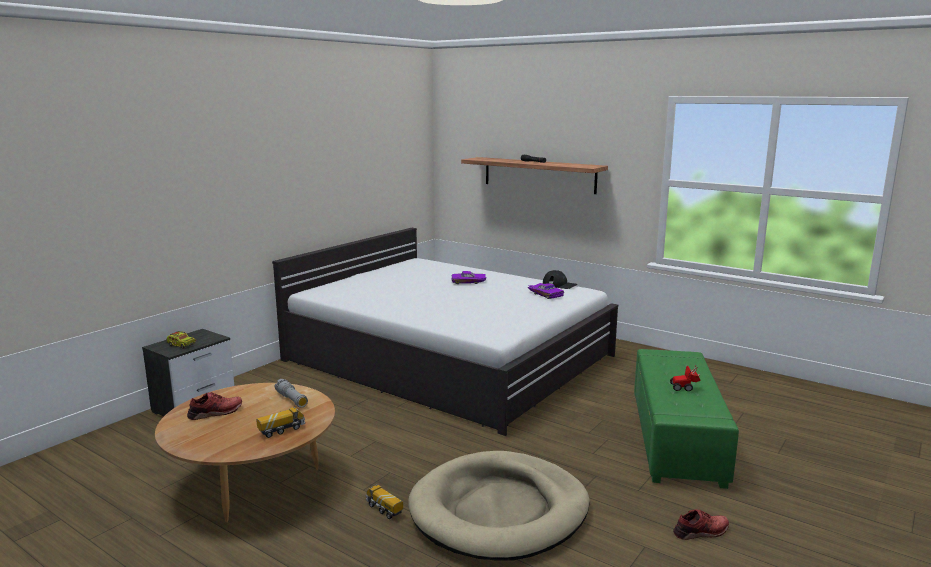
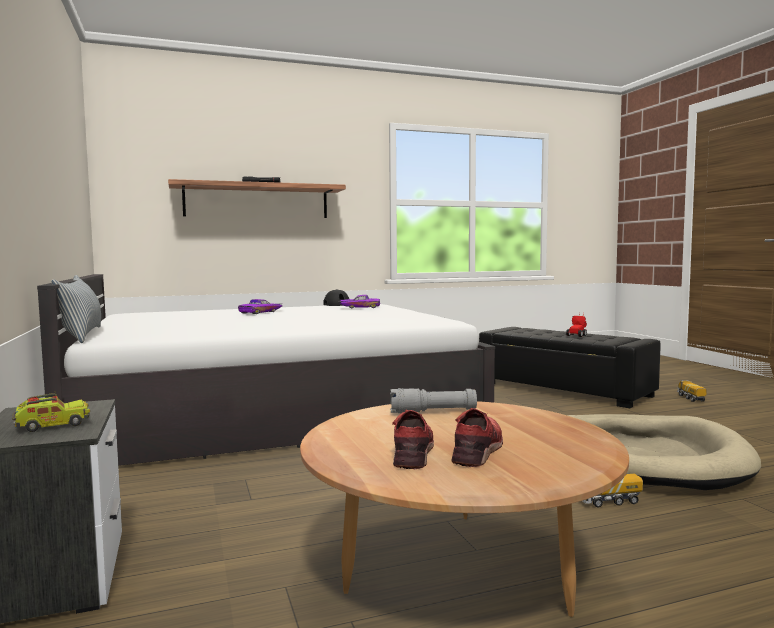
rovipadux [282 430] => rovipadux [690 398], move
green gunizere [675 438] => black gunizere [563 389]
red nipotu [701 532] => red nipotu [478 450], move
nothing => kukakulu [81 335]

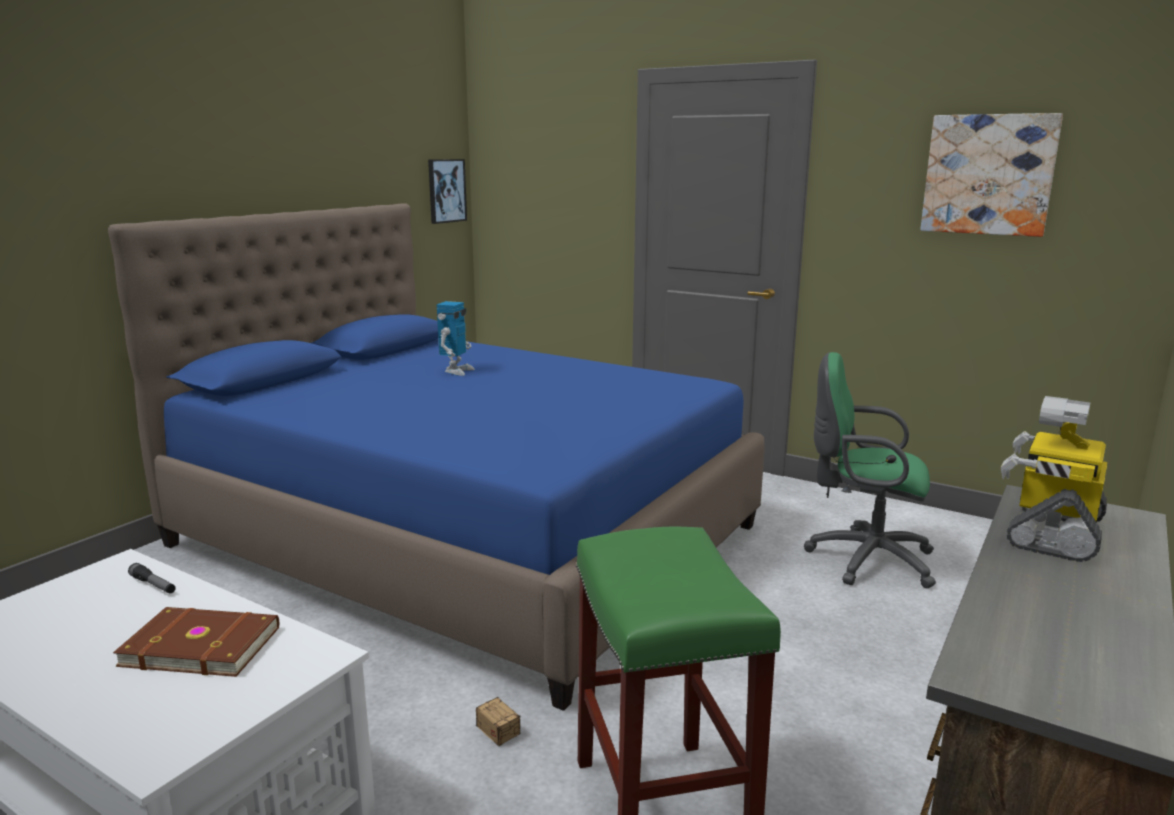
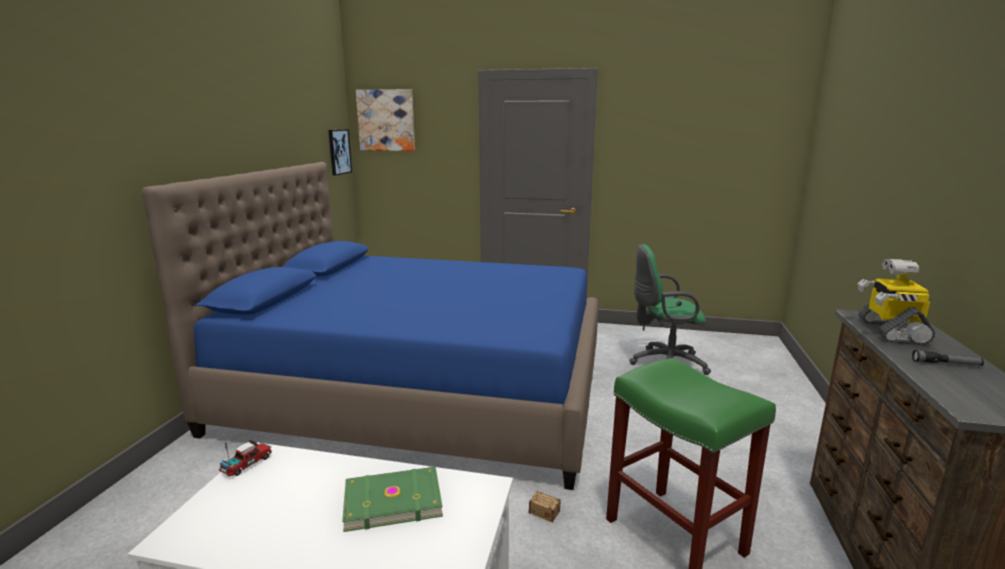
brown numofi [201 645] => green numofi [392 500]
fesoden [153 585] => fesoden [946 364], move
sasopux [456 371] => nothing
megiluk [988 174] => megiluk [386 120], move
nothing => rovipadux [247 464]

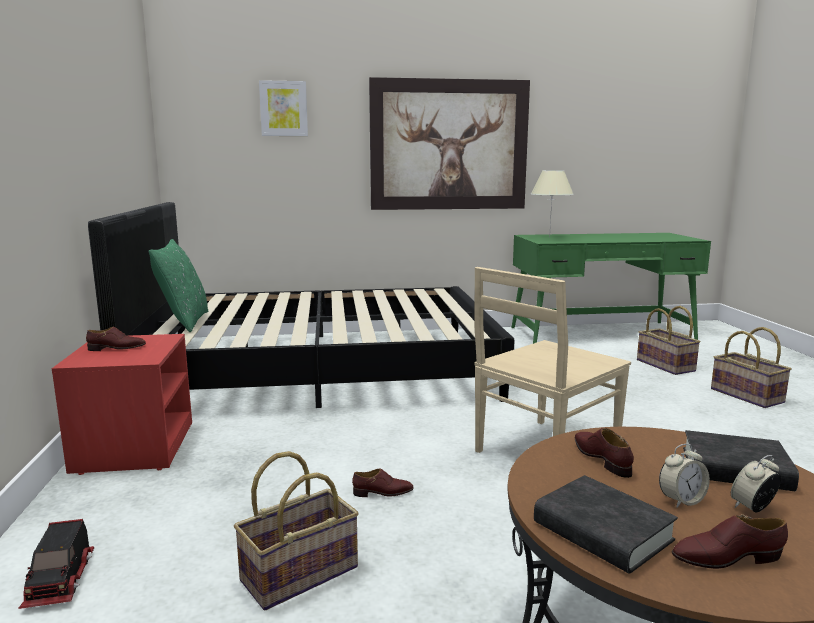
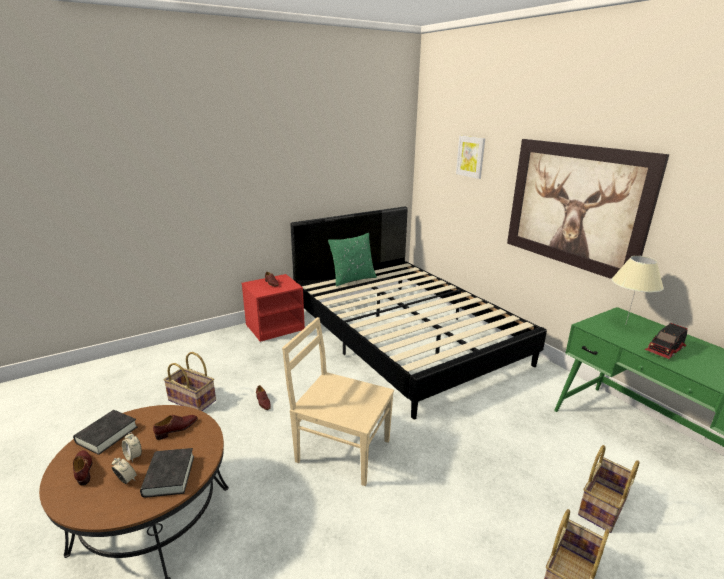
rovipadux [62 581] => rovipadux [665 350], move

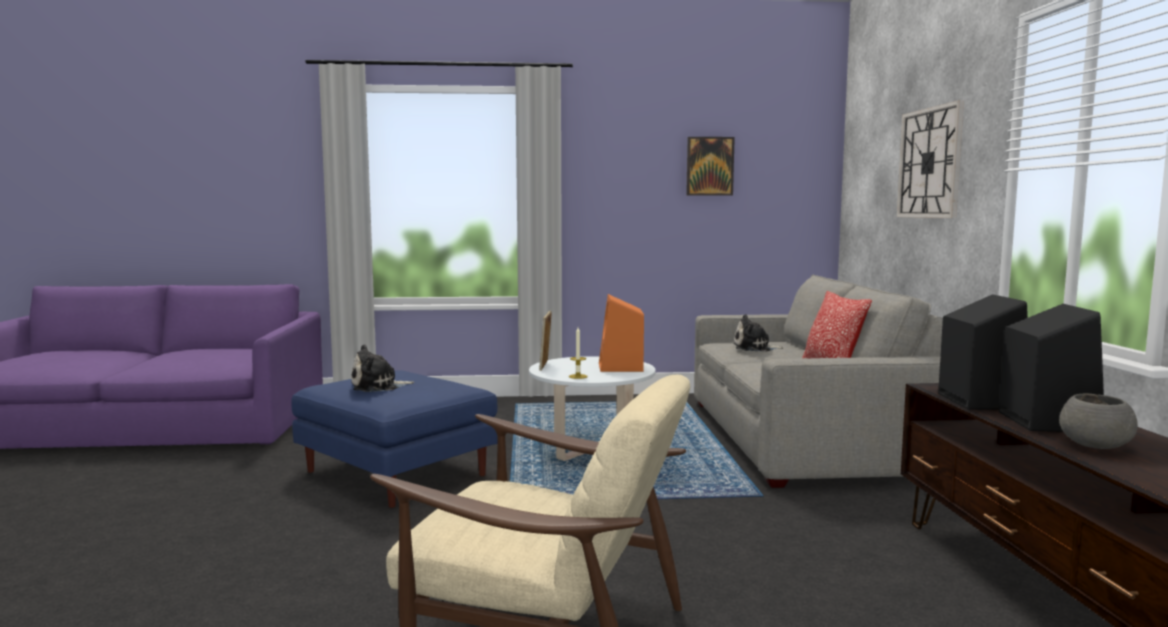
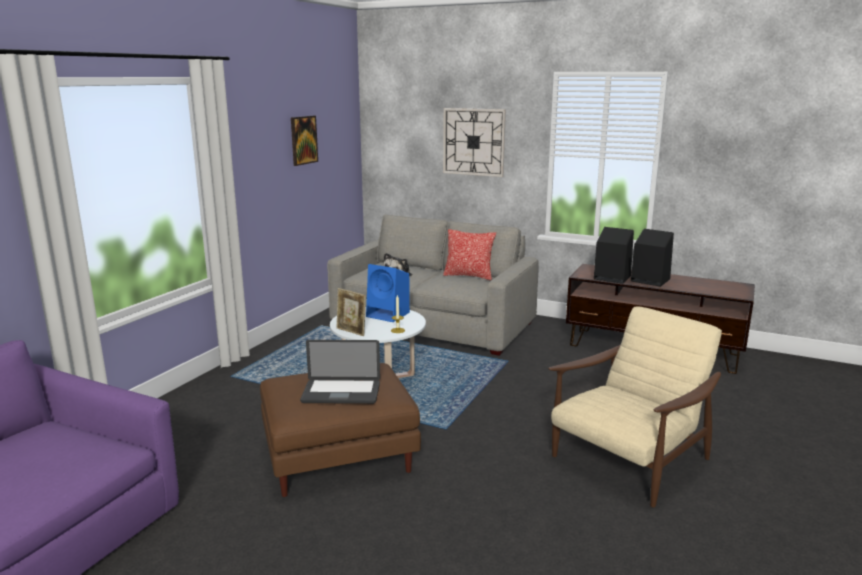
blue gunizere [398 473] => brown gunizere [340 457]
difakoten [378 387] => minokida [341 393]
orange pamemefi [621 367] => blue pamemefi [389 314]
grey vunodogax [1094 445] => nothing

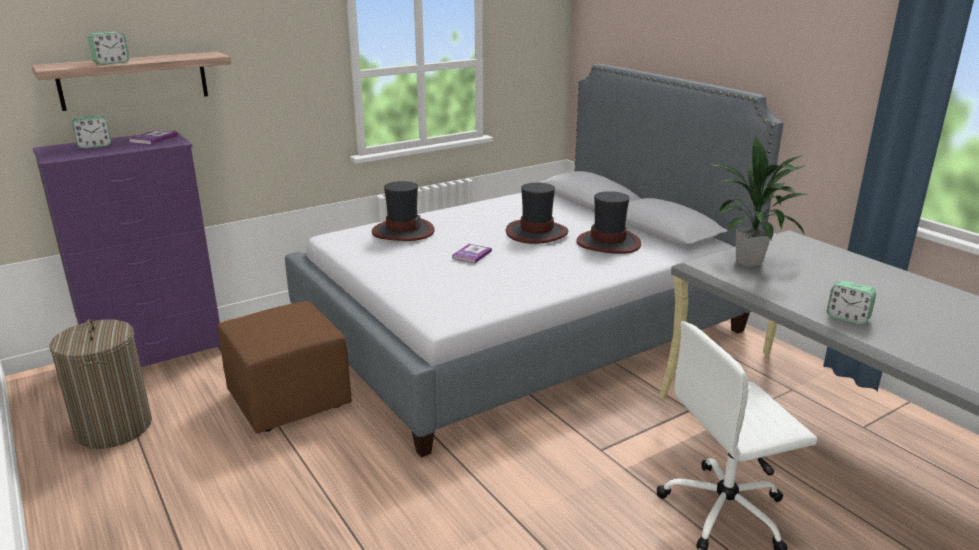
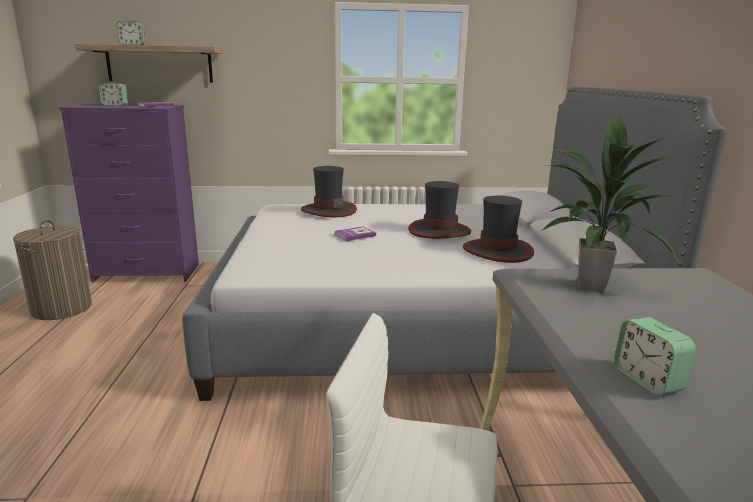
brown gunizere [290 401] => nothing

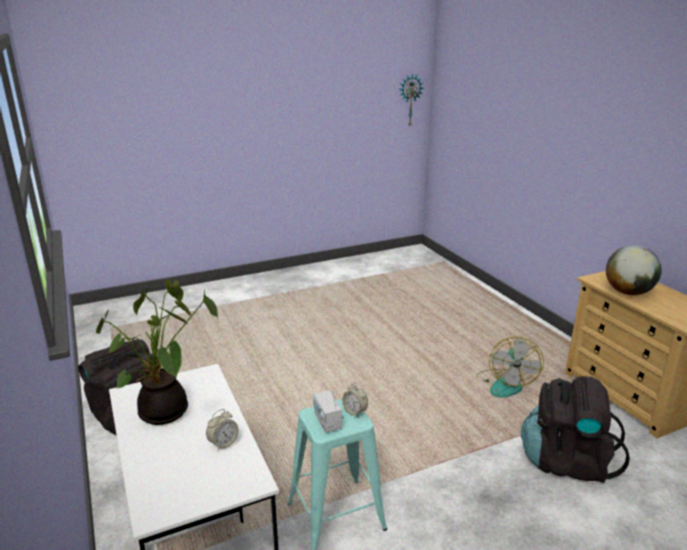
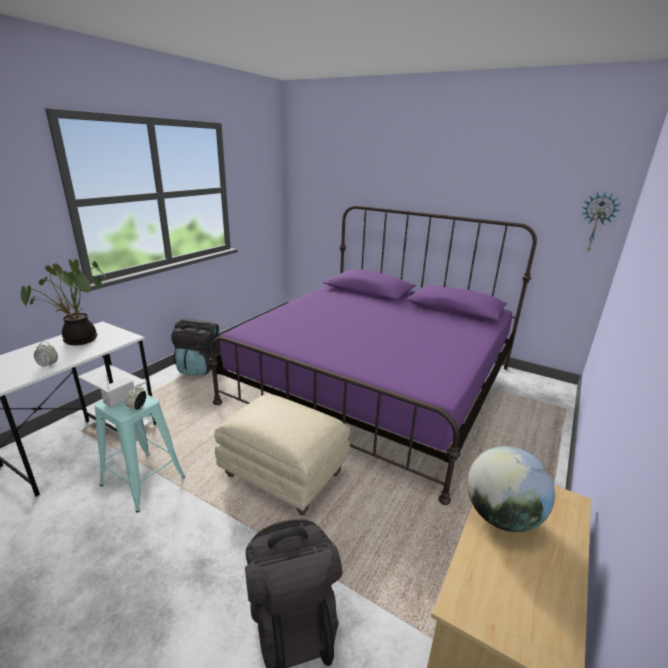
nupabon [505 383] => nothing
nothing => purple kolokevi [374 384]
nothing => beige gunizere [285 475]

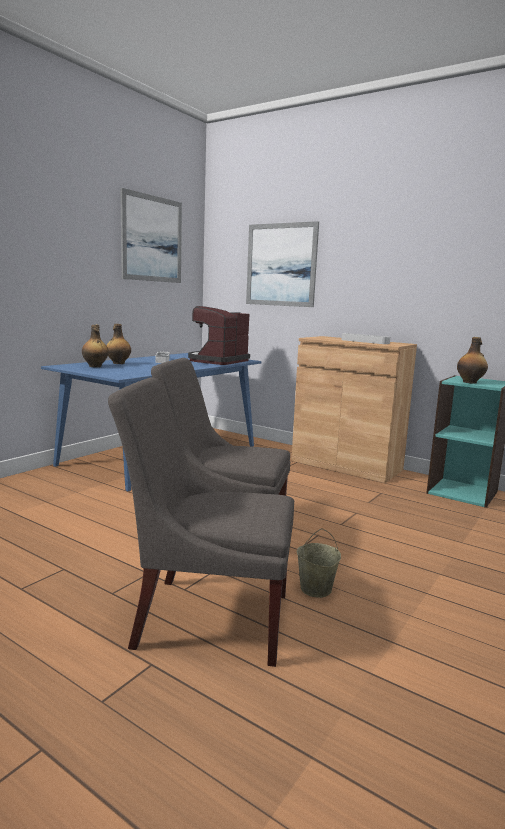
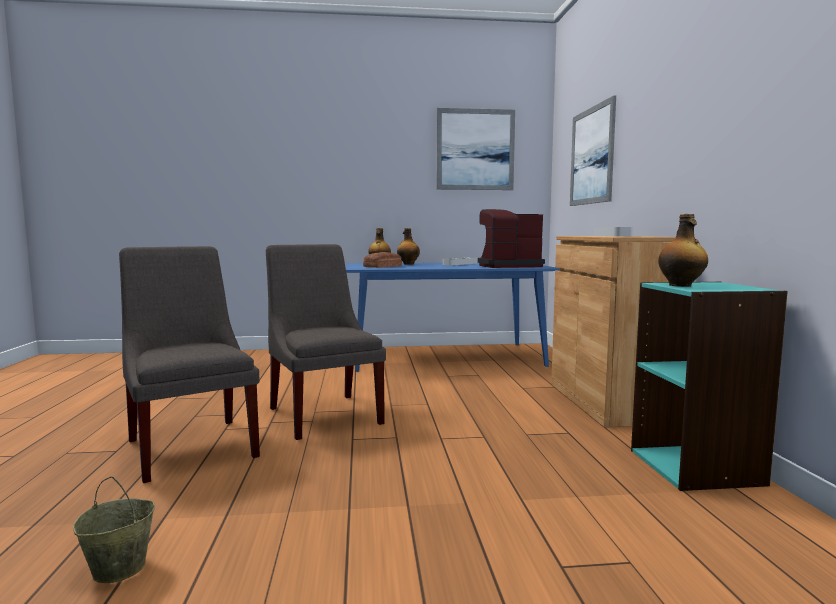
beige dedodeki [316 589] => beige dedodeki [118 569], move
nothing => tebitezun [383 266]

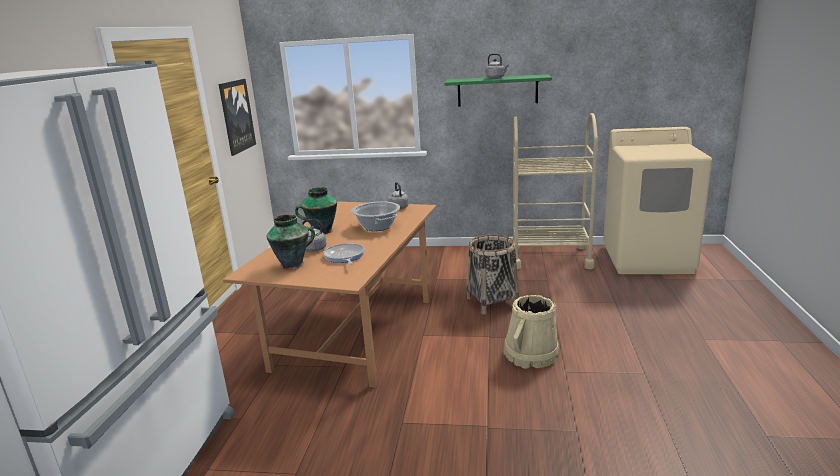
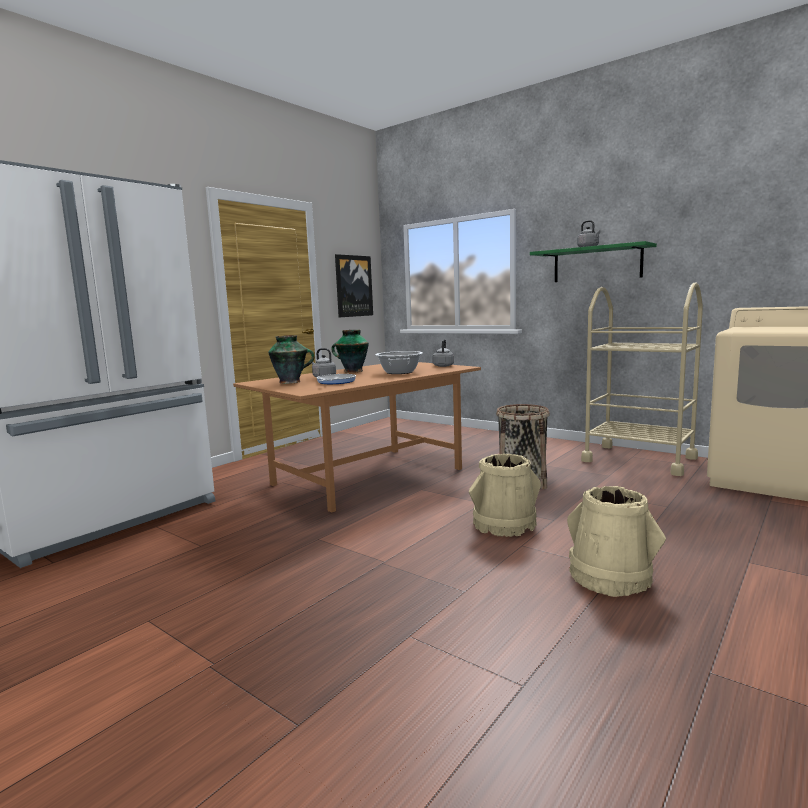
nothing => beige dedodeki [610 577]

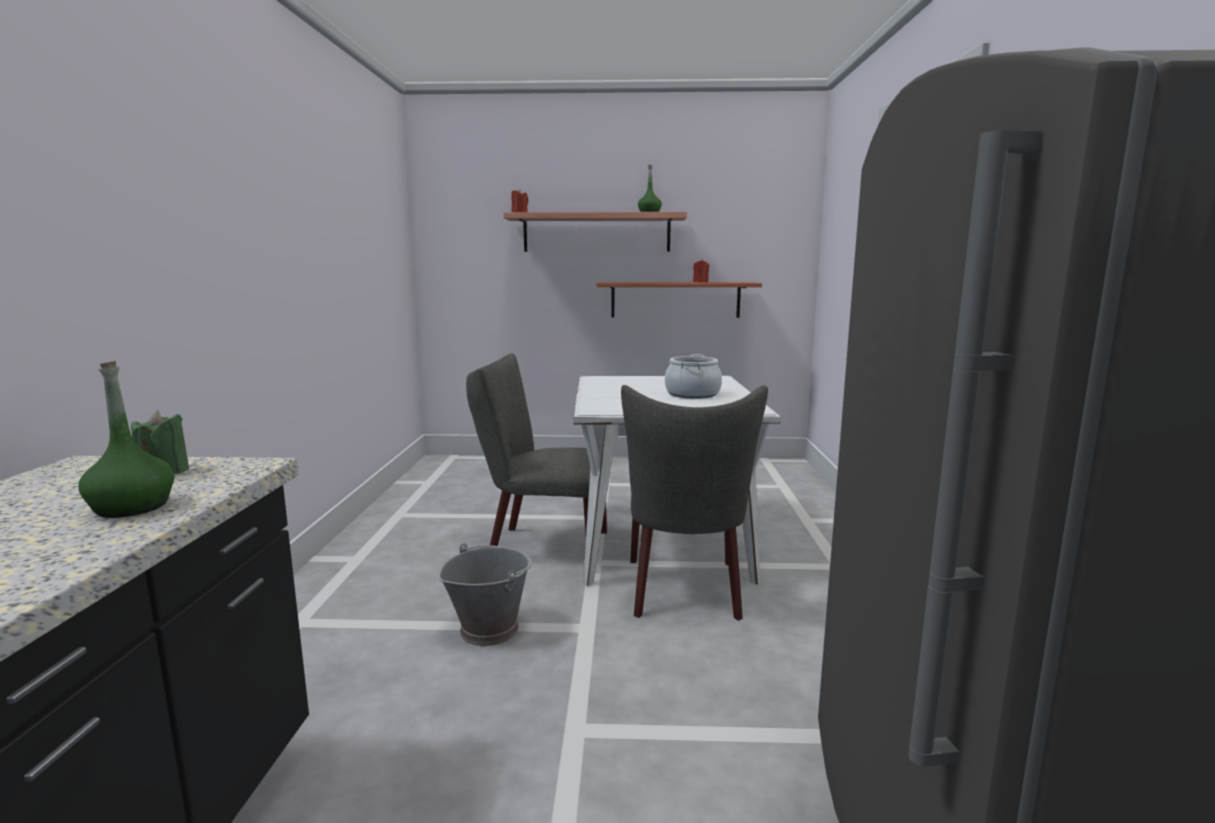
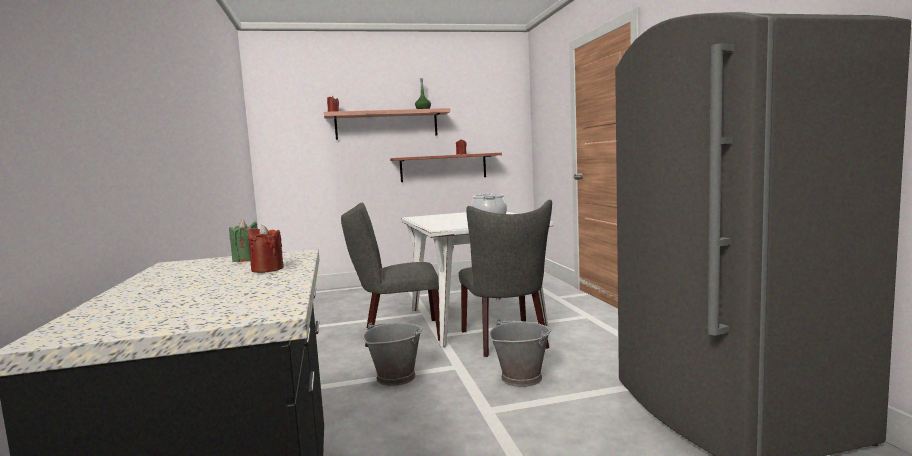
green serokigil [131 508] => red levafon [267 269]
nothing => grey dedodeki [521 378]

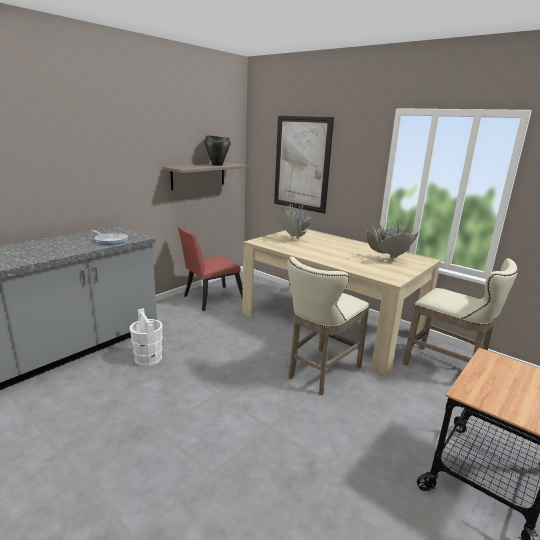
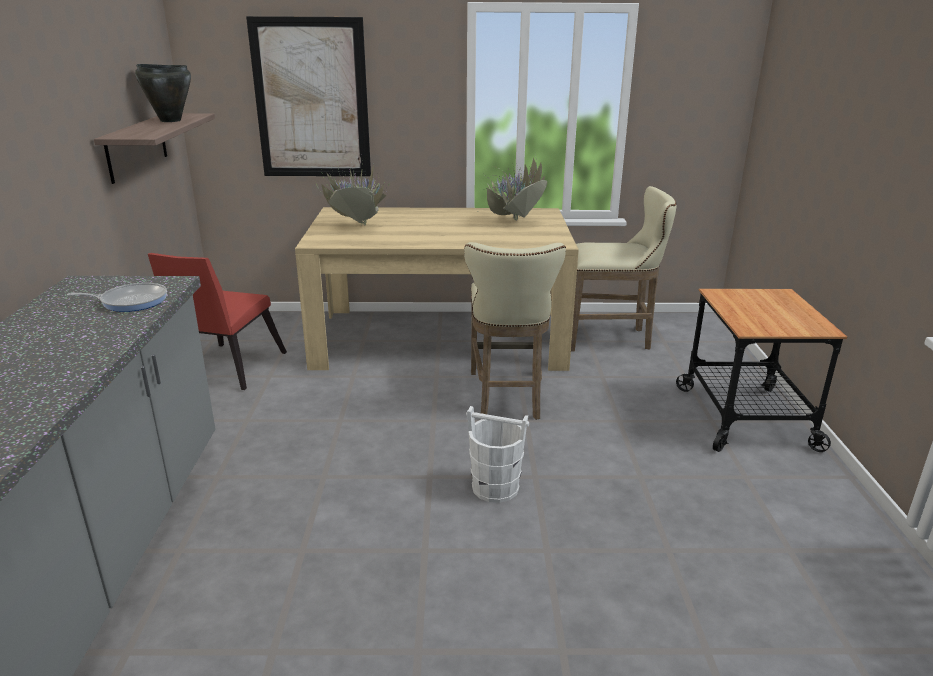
white dedodeki [148 359] => white dedodeki [495 488], move

